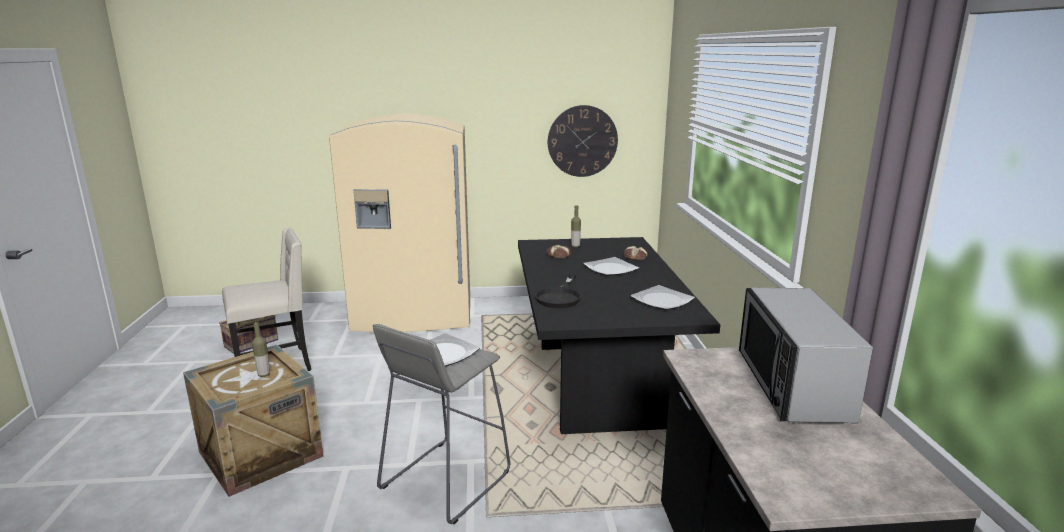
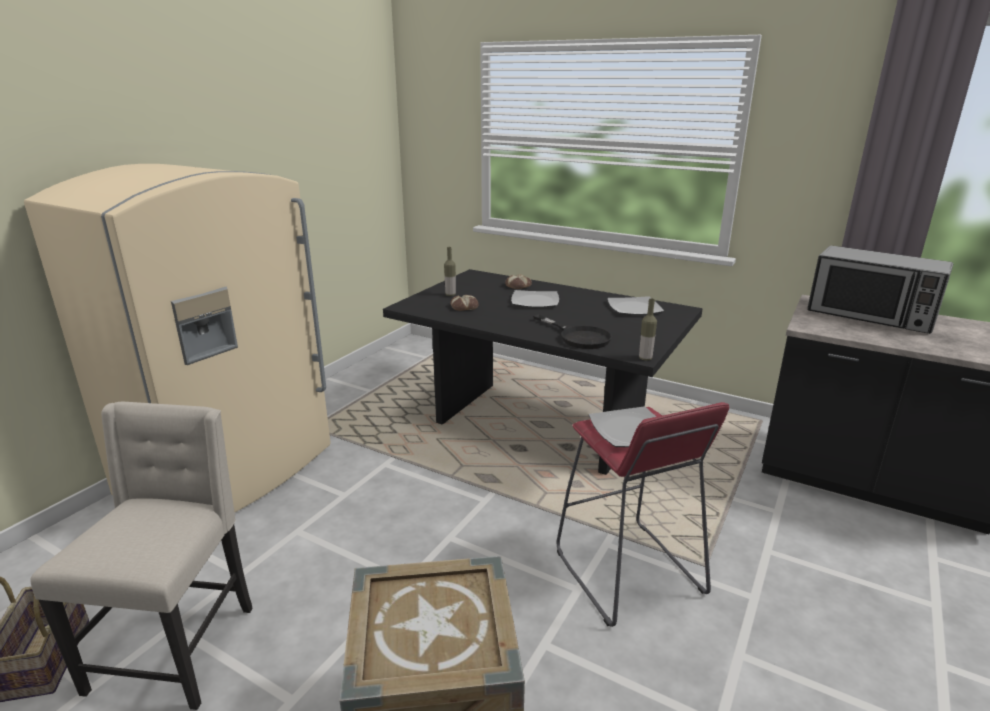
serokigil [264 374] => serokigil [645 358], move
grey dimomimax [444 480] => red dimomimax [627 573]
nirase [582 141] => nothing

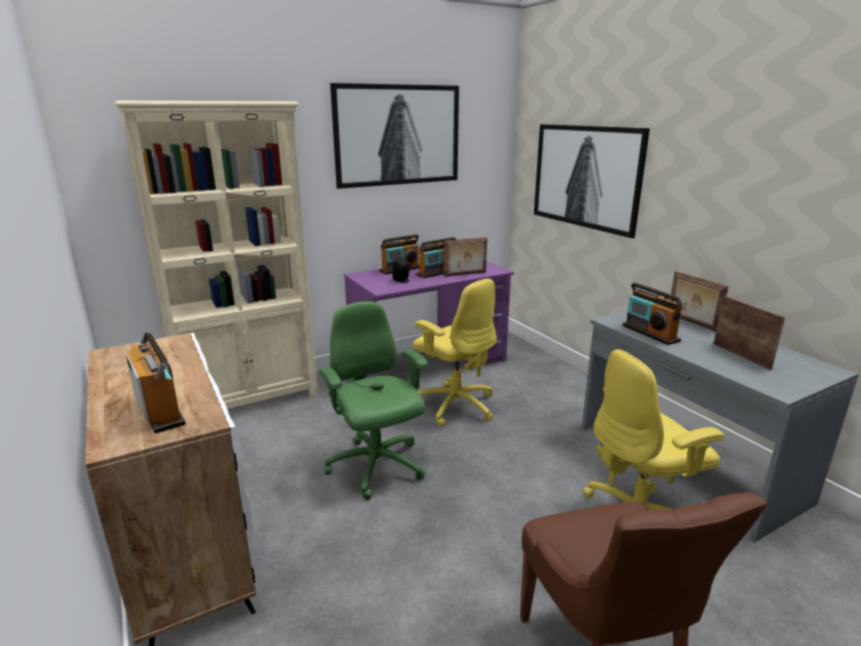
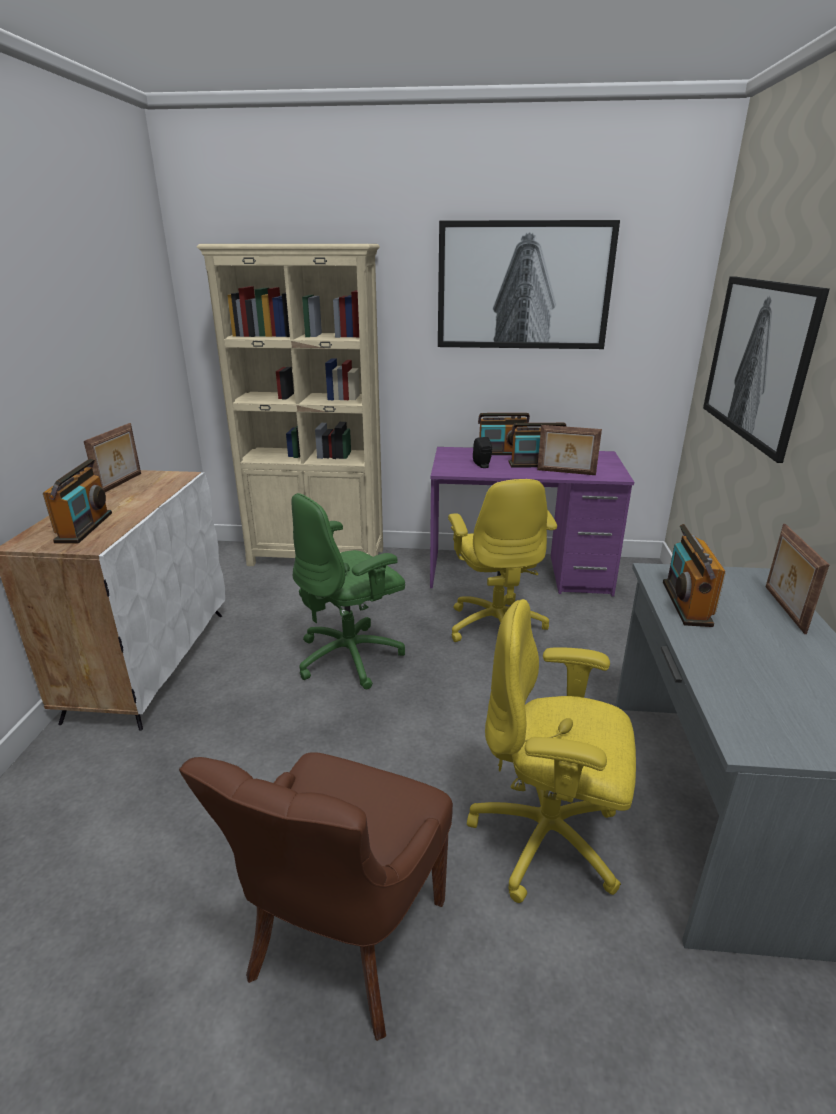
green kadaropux [376 467] => green kadaropux [351 657], 135 degrees counterclockwise
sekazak [742 356] => sekazak [121 484], move

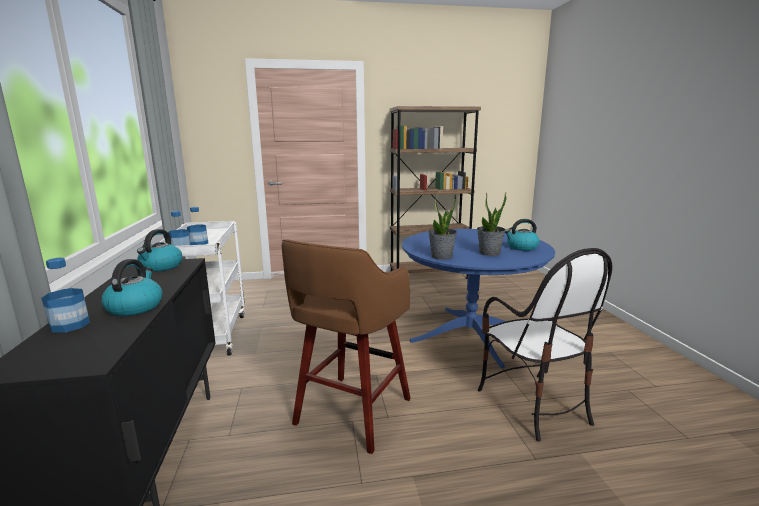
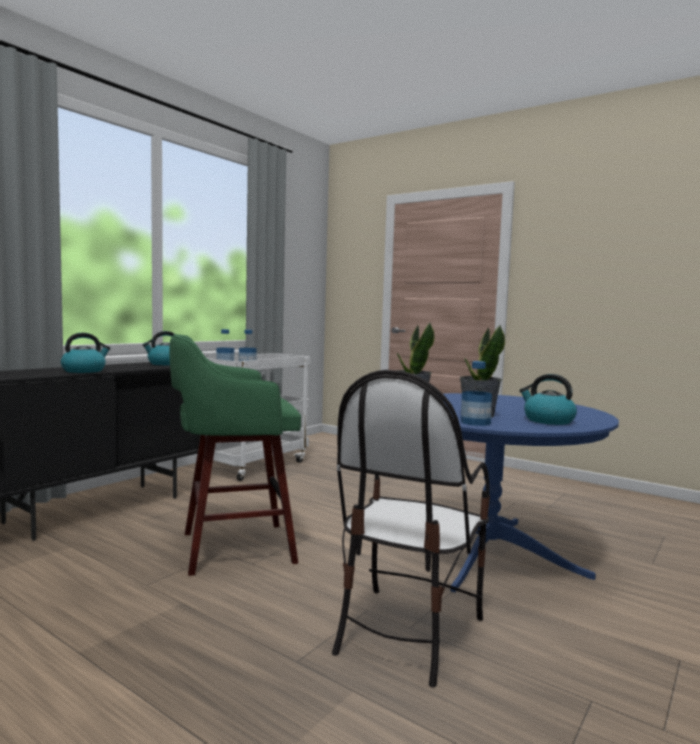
serokigil [70 325] => serokigil [475 422], move
brown dimomimax [351 413] => green dimomimax [233 548]
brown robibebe [429 275] => nothing

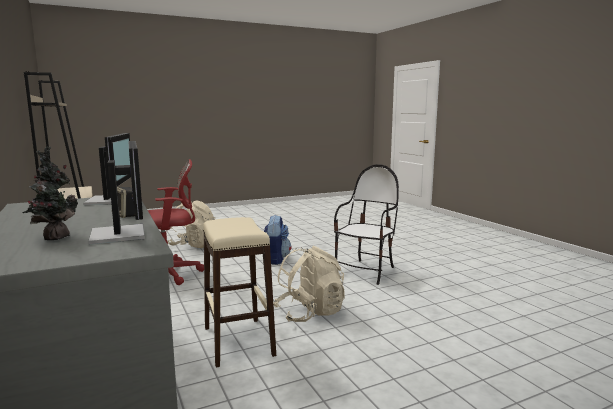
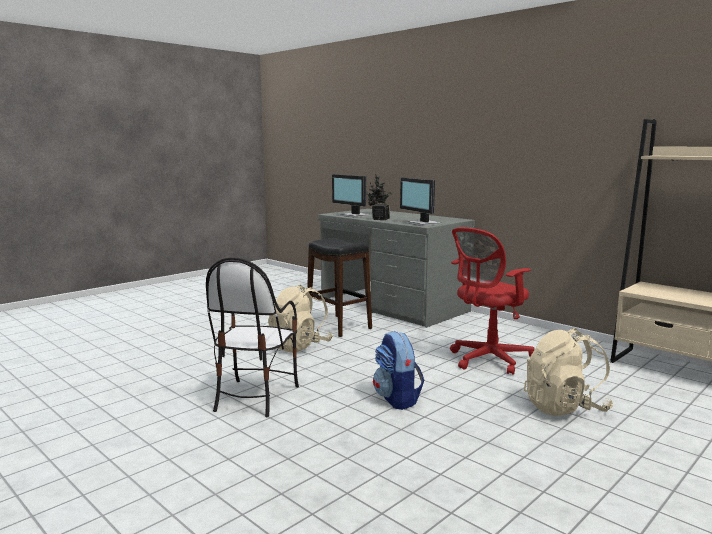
beige dimomimax [238 341] => black dimomimax [338 326]

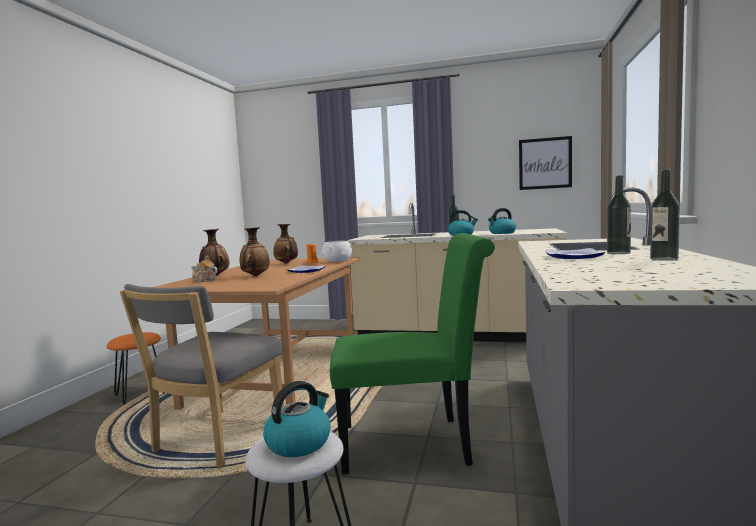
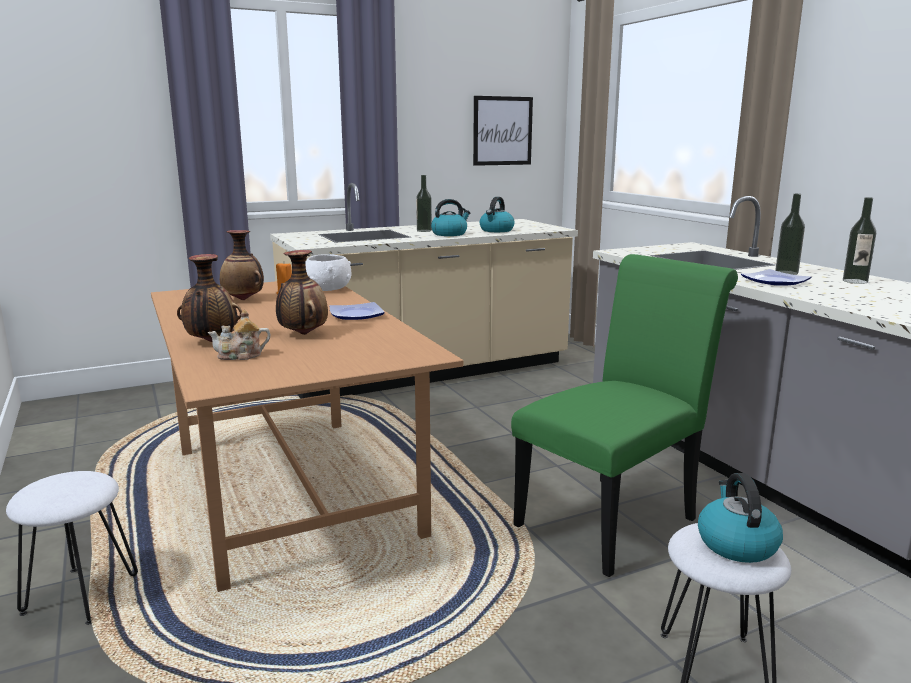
orange dimomimax [140 394] => white dimomimax [80 594]
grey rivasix [216 440] => nothing

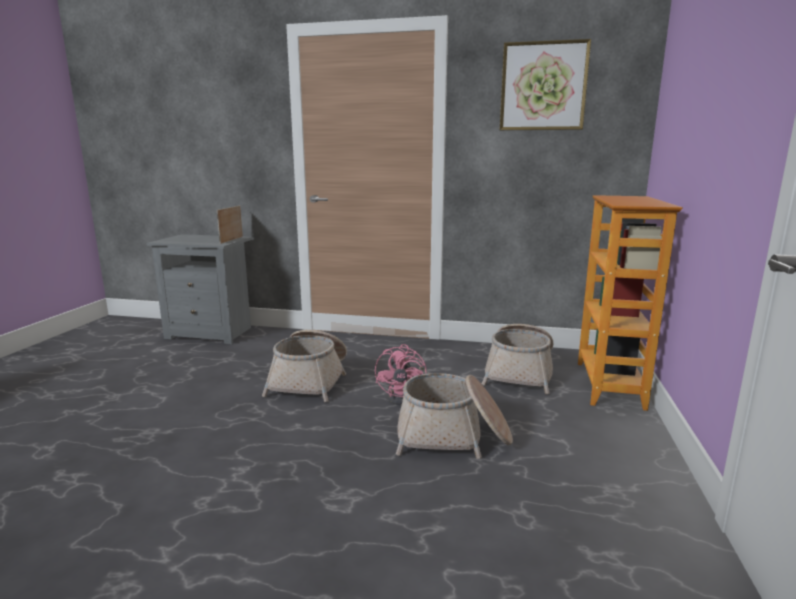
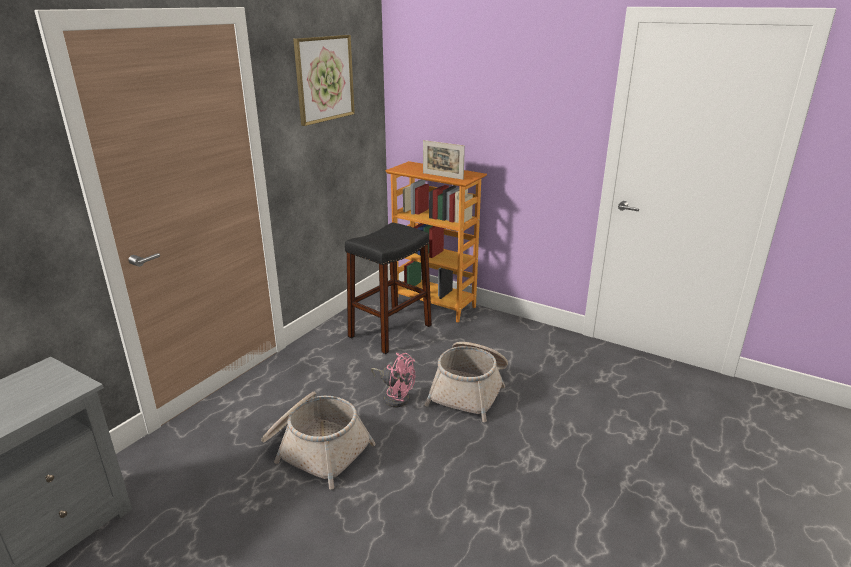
sekazak [231 240] => sekazak [442 176], move
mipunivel [520 373] => black dimomimax [390 331]

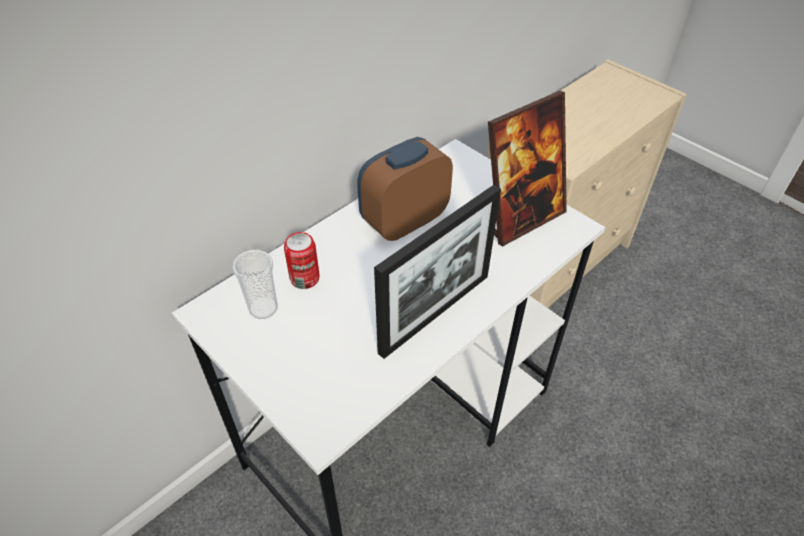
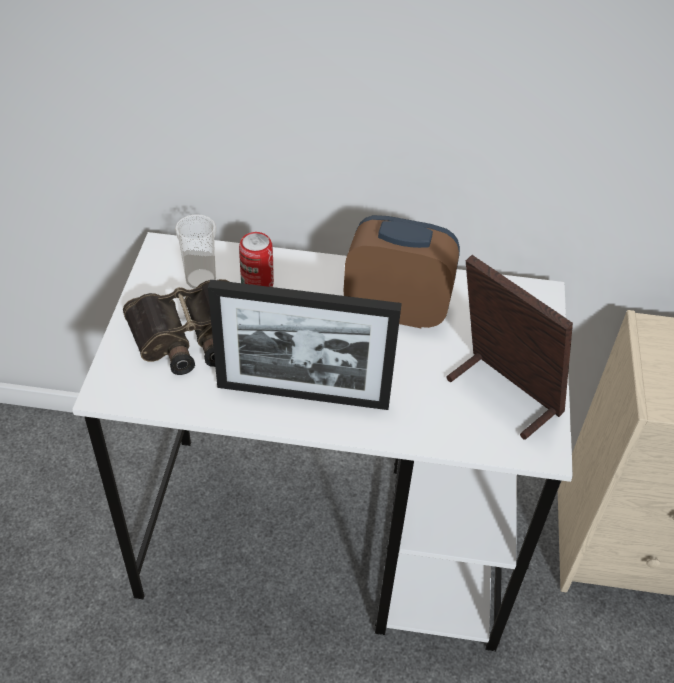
sekazak [520 217] => sekazak [502 394], 150 degrees counterclockwise
nothing => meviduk [188 337]

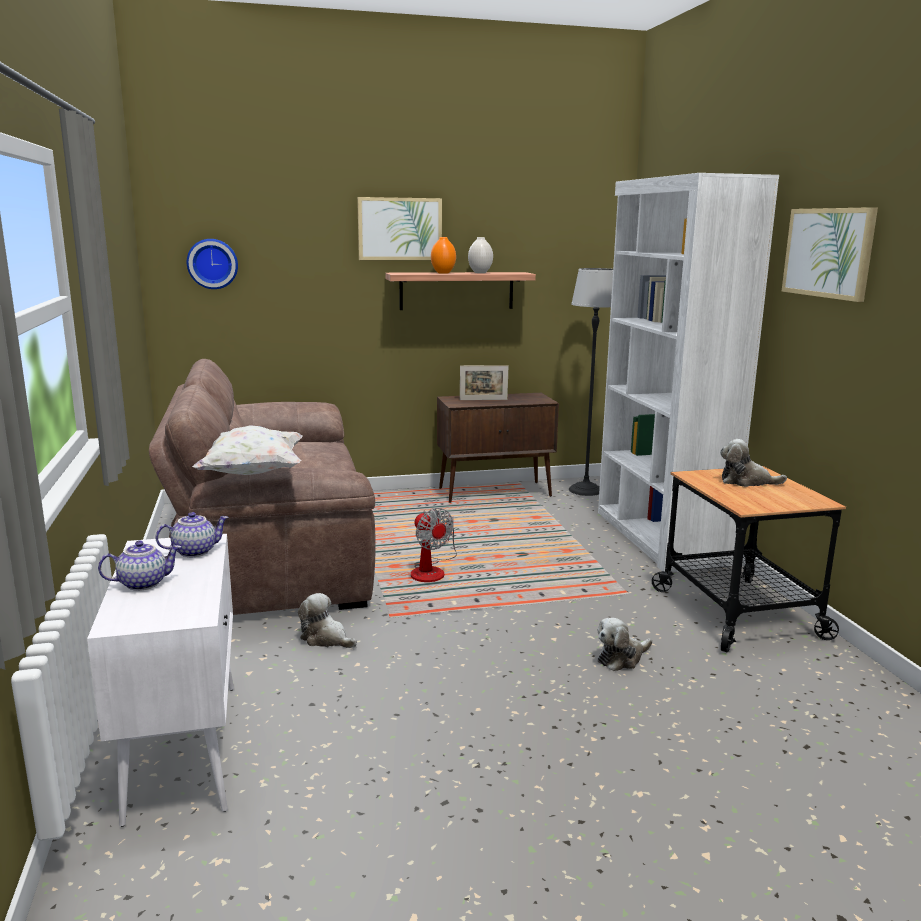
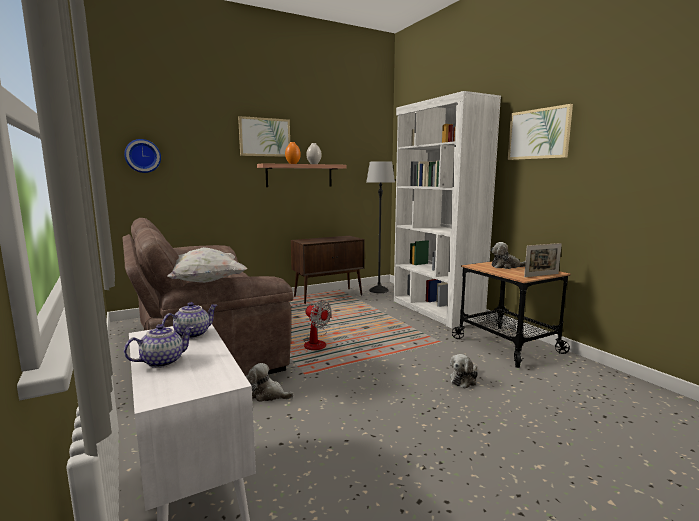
sekazak [483 399] => sekazak [541 275], move

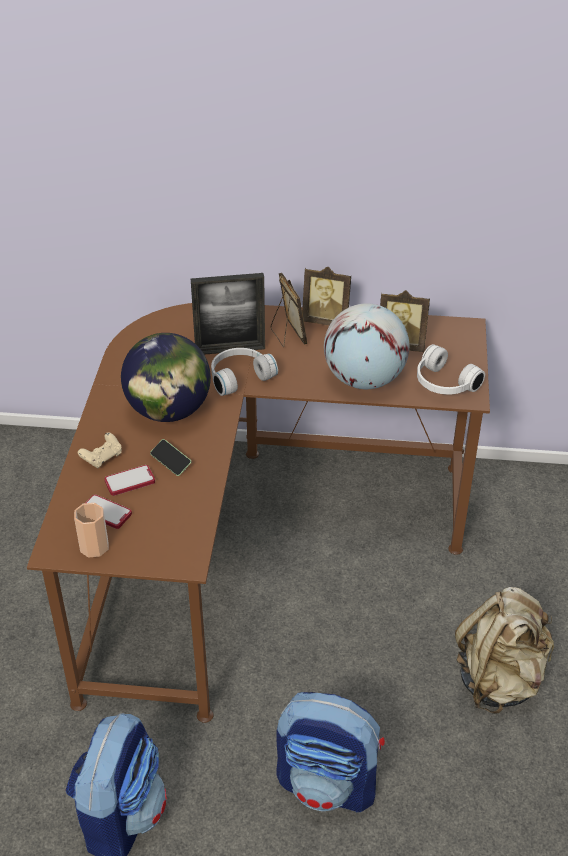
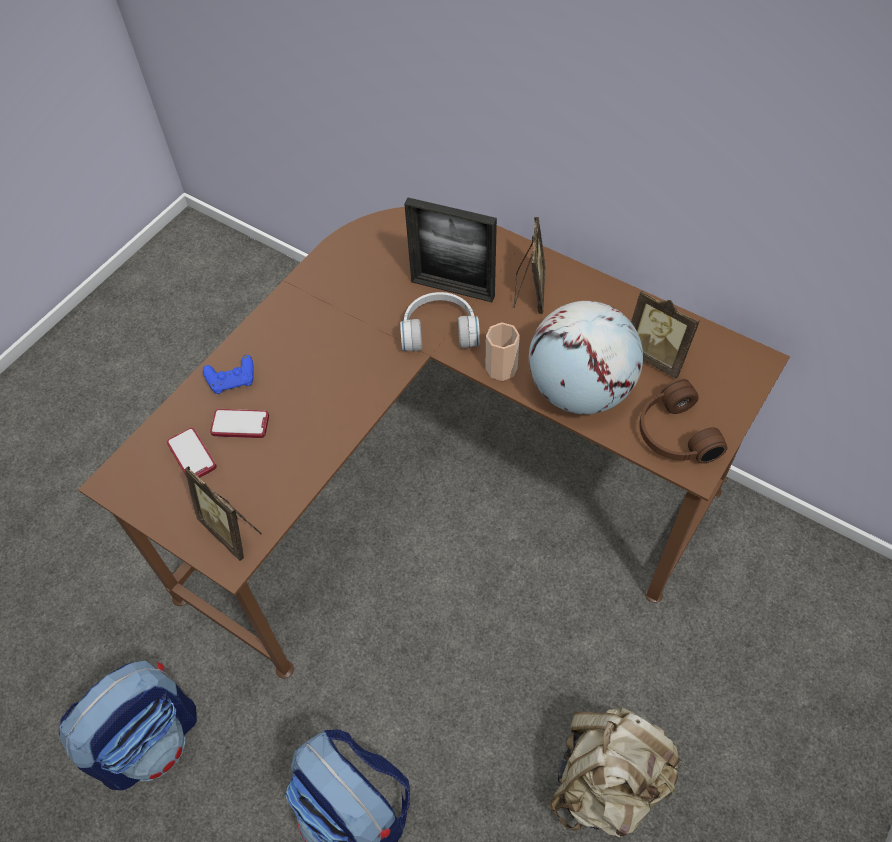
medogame [94 547] => medogame [501 368], move
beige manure [102 457] => blue manure [233 381]
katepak [168 411] => nothing
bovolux [171 462] => nothing
sekazak [326 320] => sekazak [232 530], move
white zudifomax [443 384] => brown zudifomax [673 434]

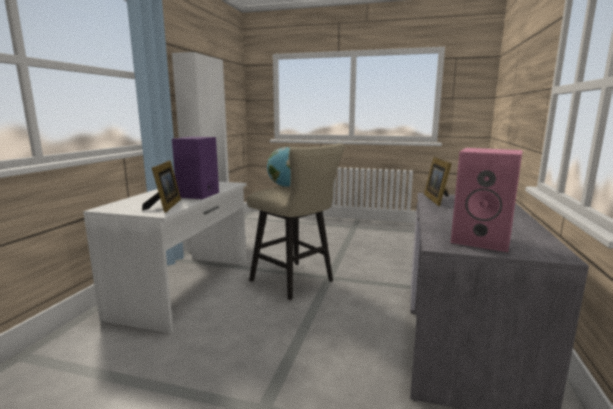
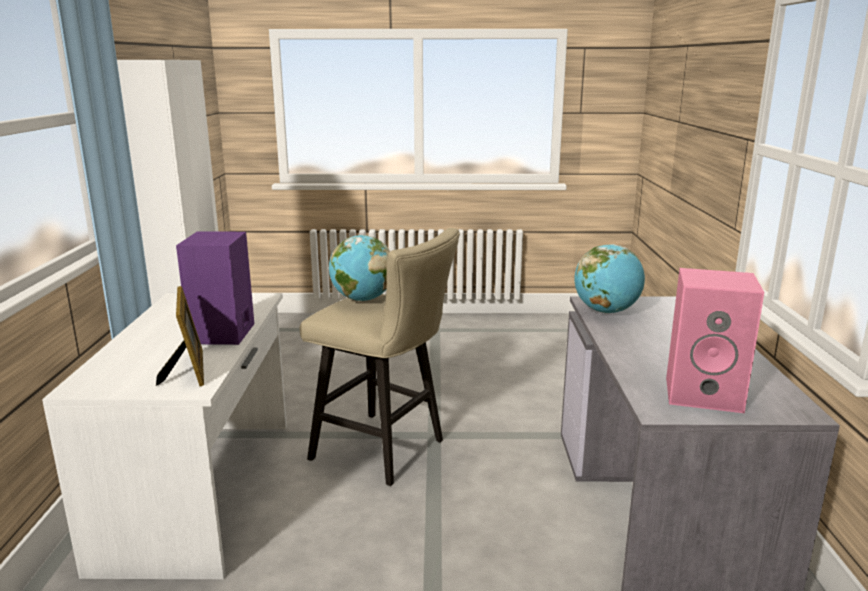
sekazak [437 199] => katepak [606 311]

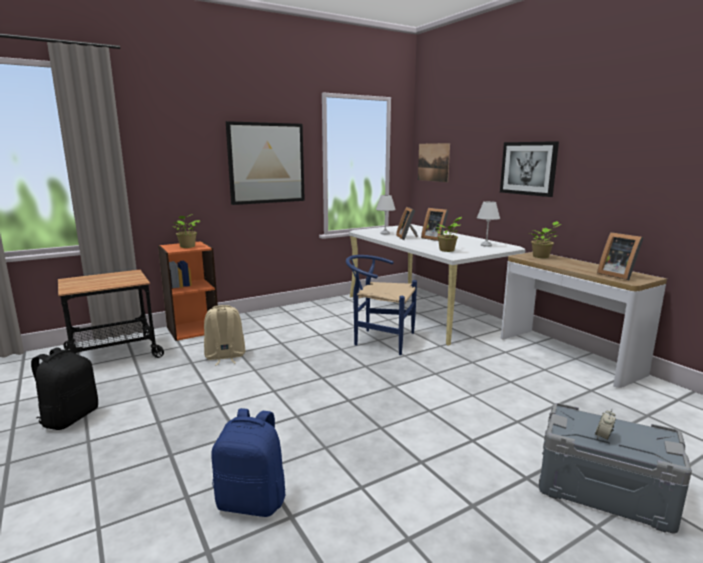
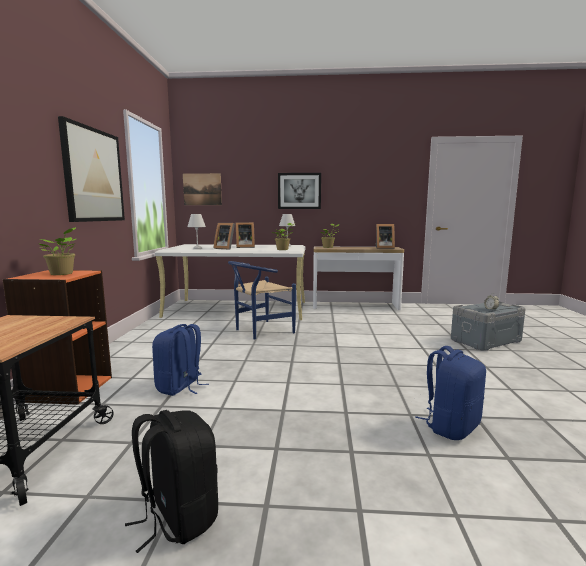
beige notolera [225 357] => blue notolera [180 387]

